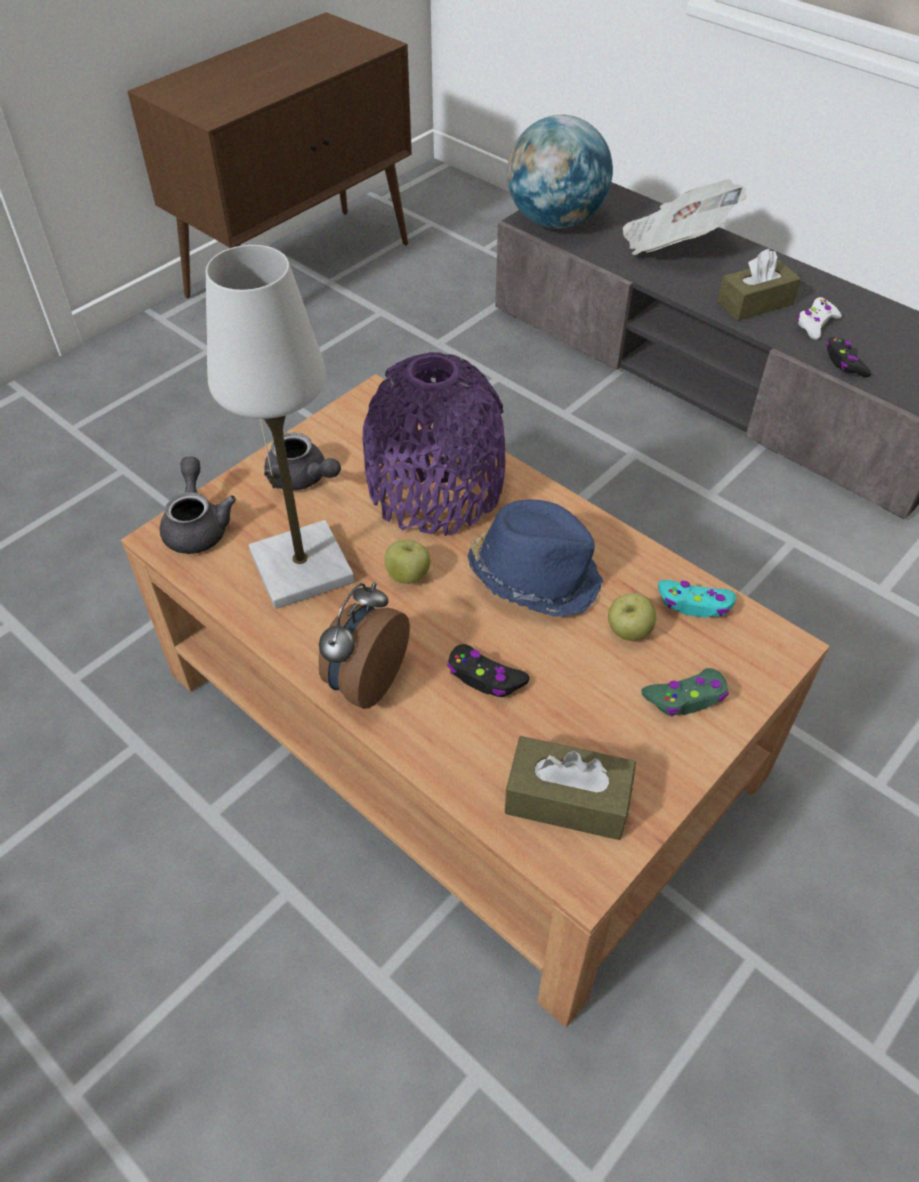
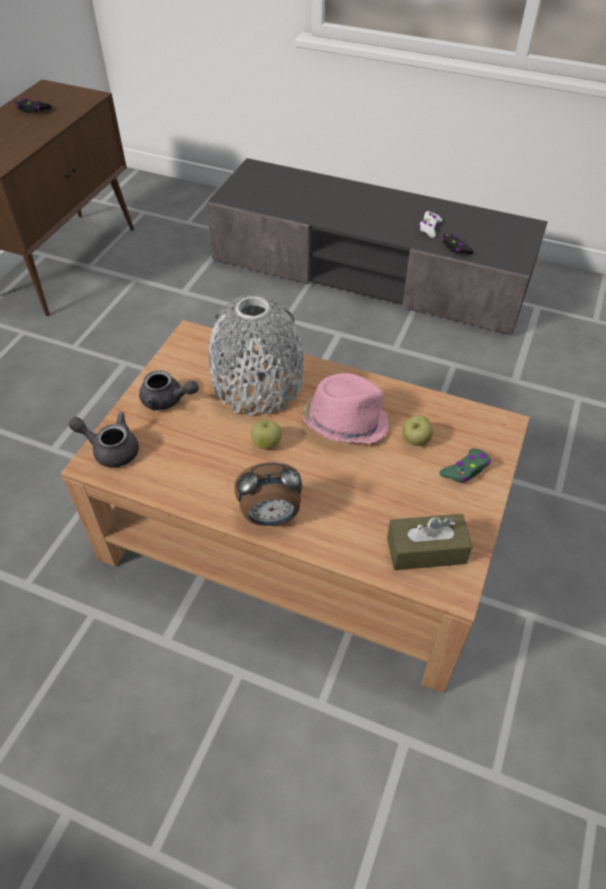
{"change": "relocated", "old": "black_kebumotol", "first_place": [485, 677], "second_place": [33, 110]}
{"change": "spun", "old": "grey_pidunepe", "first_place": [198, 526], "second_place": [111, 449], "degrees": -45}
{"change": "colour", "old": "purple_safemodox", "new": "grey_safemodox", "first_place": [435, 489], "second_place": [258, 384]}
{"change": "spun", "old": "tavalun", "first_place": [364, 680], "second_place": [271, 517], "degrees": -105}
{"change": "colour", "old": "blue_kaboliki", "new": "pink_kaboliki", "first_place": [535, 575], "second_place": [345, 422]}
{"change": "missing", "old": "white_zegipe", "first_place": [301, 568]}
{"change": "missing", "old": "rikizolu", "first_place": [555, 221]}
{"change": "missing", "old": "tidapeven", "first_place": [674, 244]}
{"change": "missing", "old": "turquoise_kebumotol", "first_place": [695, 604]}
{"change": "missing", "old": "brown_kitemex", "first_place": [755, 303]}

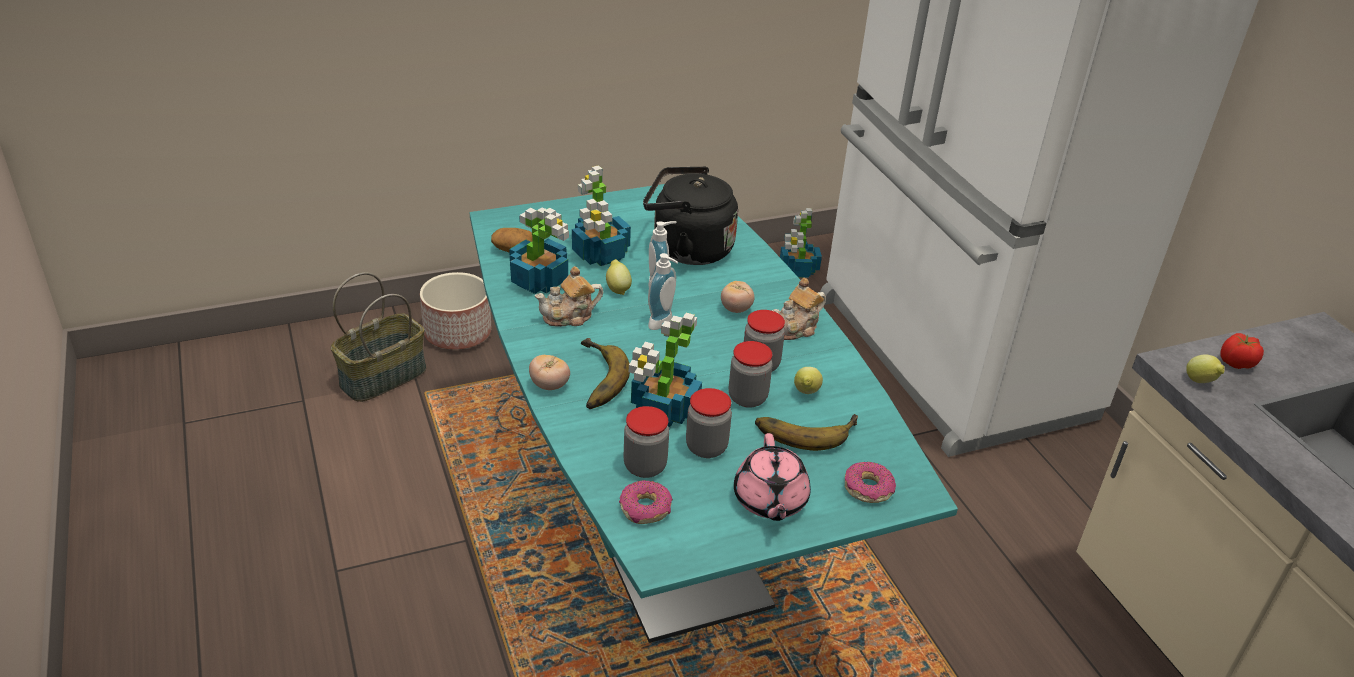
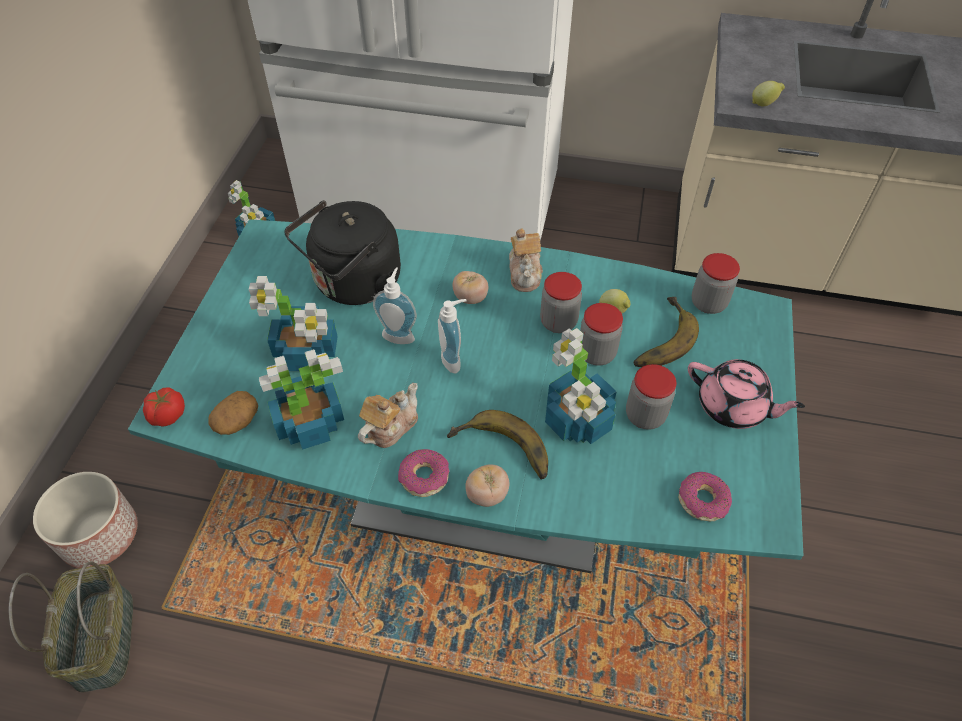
{"change": "relocated", "old": "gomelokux", "first_place": [1236, 363], "second_place": [168, 416]}
{"change": "spun", "old": "pidunepe", "first_place": [569, 317], "second_place": [390, 426], "degrees": -150}
{"change": "relocated", "old": "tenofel", "first_place": [868, 488], "second_place": [424, 477]}
{"change": "relocated", "old": "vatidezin", "first_place": [645, 466], "second_place": [708, 303]}
{"change": "missing", "old": "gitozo", "first_place": [617, 289]}

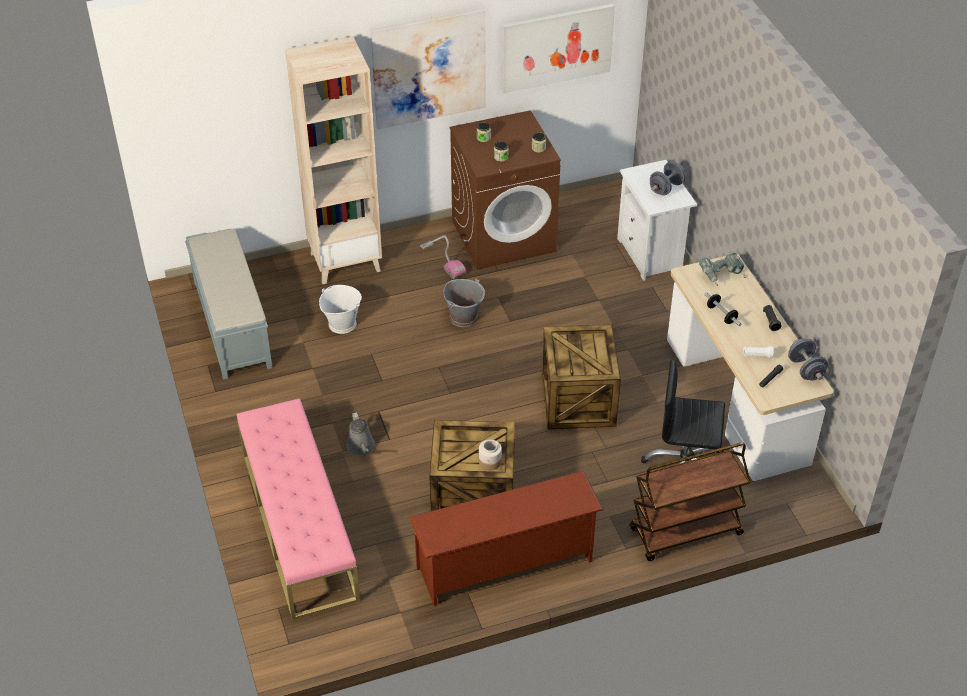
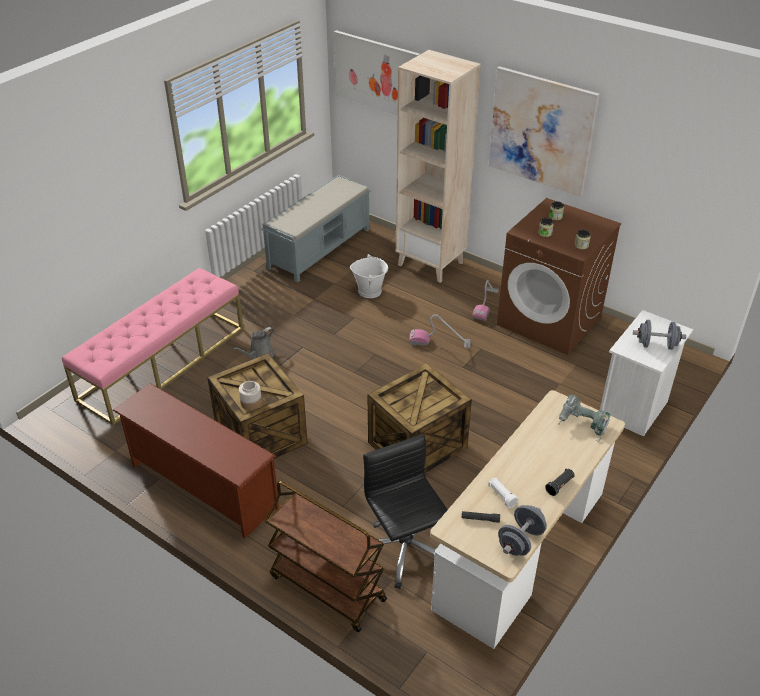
{"change": "relocated", "old": "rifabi", "first_place": [556, 47], "second_place": [377, 75]}
{"change": "exchanged", "old": "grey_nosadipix", "new": "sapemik", "first_place": [464, 317], "second_place": [439, 342]}
{"change": "missing", "old": "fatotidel", "first_place": [721, 315]}

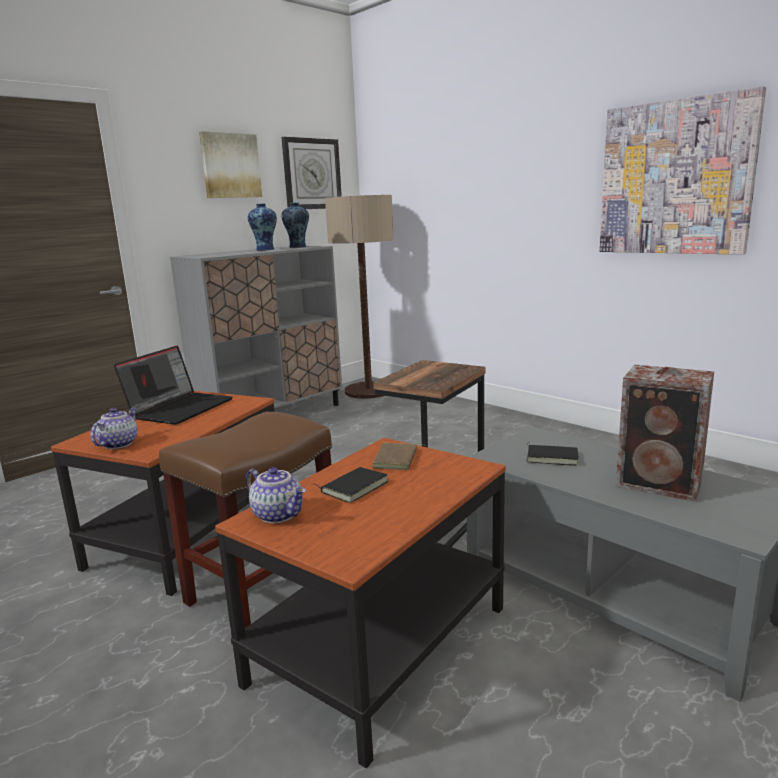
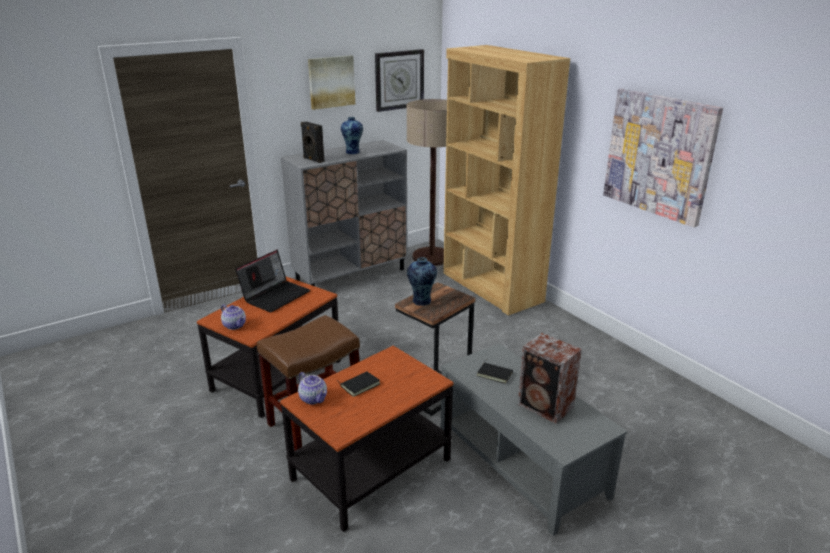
{"change": "spun", "old": "pidunepe", "first_place": [118, 444], "second_place": [235, 325], "degrees": 105}
{"change": "appeared", "new": "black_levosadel", "second_place": [313, 160]}
{"change": "relocated", "old": "safemodox", "first_place": [297, 247], "second_place": [421, 301]}
{"change": "appeared", "new": "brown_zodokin", "second_place": [491, 287]}
{"change": "missing", "old": "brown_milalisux", "first_place": [397, 460]}

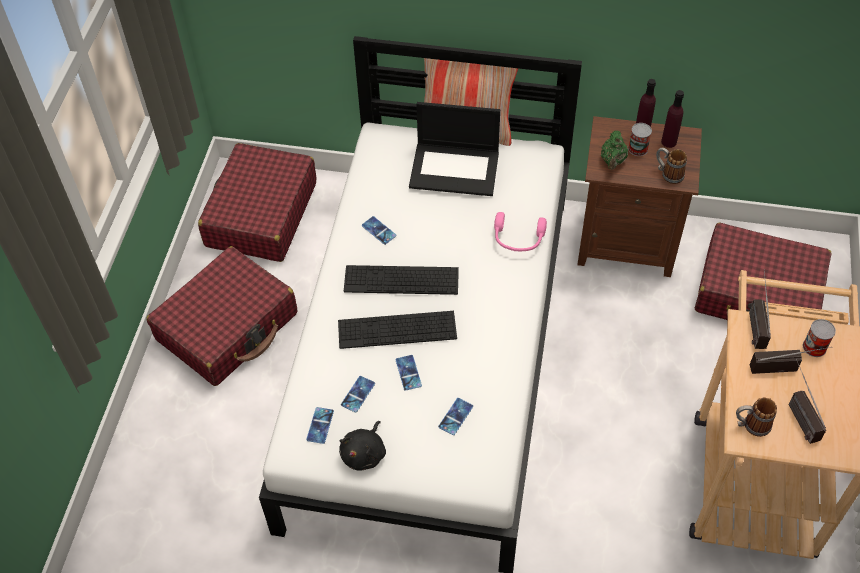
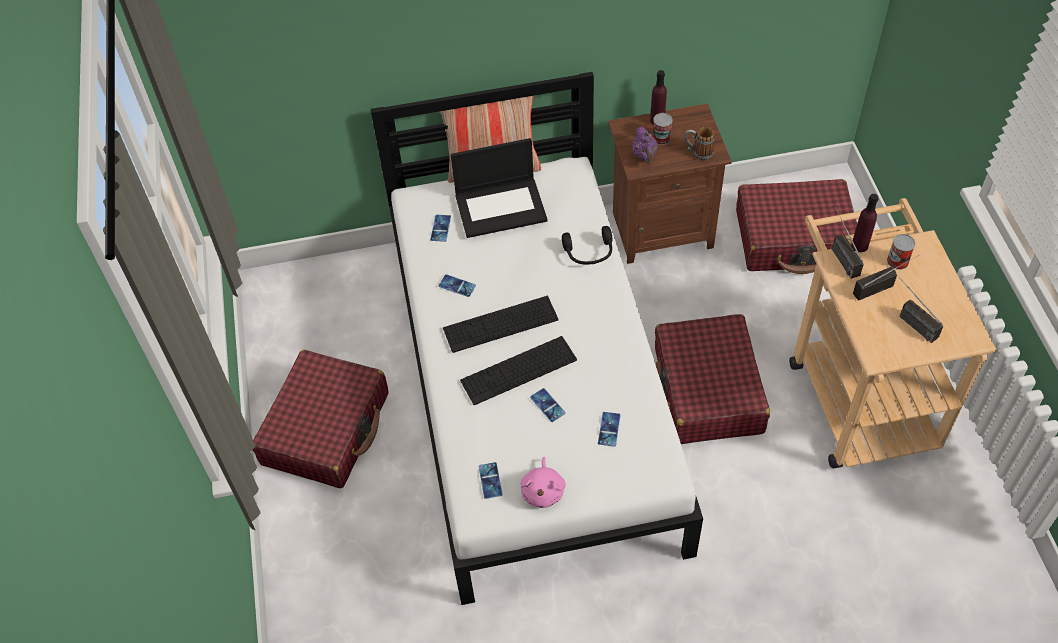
{"change": "relocated", "old": "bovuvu", "first_place": [358, 394], "second_place": [440, 228]}
{"change": "colour", "old": "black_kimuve", "new": "pink_kimuve", "first_place": [364, 453], "second_place": [543, 491]}
{"change": "colour", "old": "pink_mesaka", "new": "black_mesaka", "first_place": [518, 239], "second_place": [589, 253]}
{"change": "colour", "old": "green_pidunepe", "new": "purple_pidunepe", "first_place": [613, 161], "second_place": [644, 156]}
{"change": "relocated", "old": "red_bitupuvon", "first_place": [261, 214], "second_place": [707, 391]}
{"change": "relocated", "old": "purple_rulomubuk", "first_place": [669, 142], "second_place": [859, 245]}
{"change": "missing", "old": "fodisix", "first_place": [751, 425]}

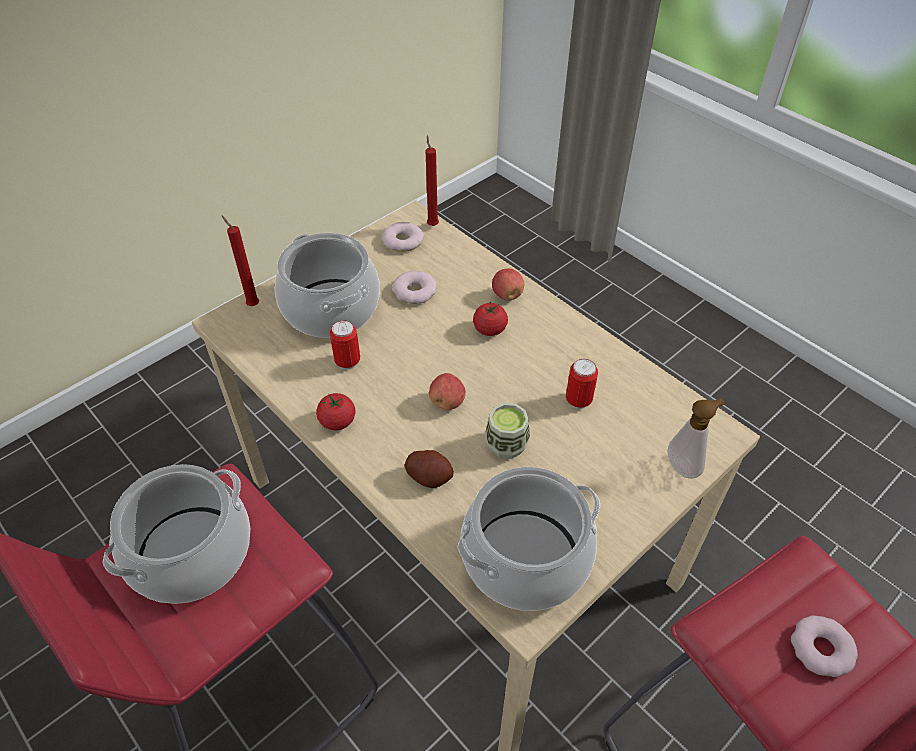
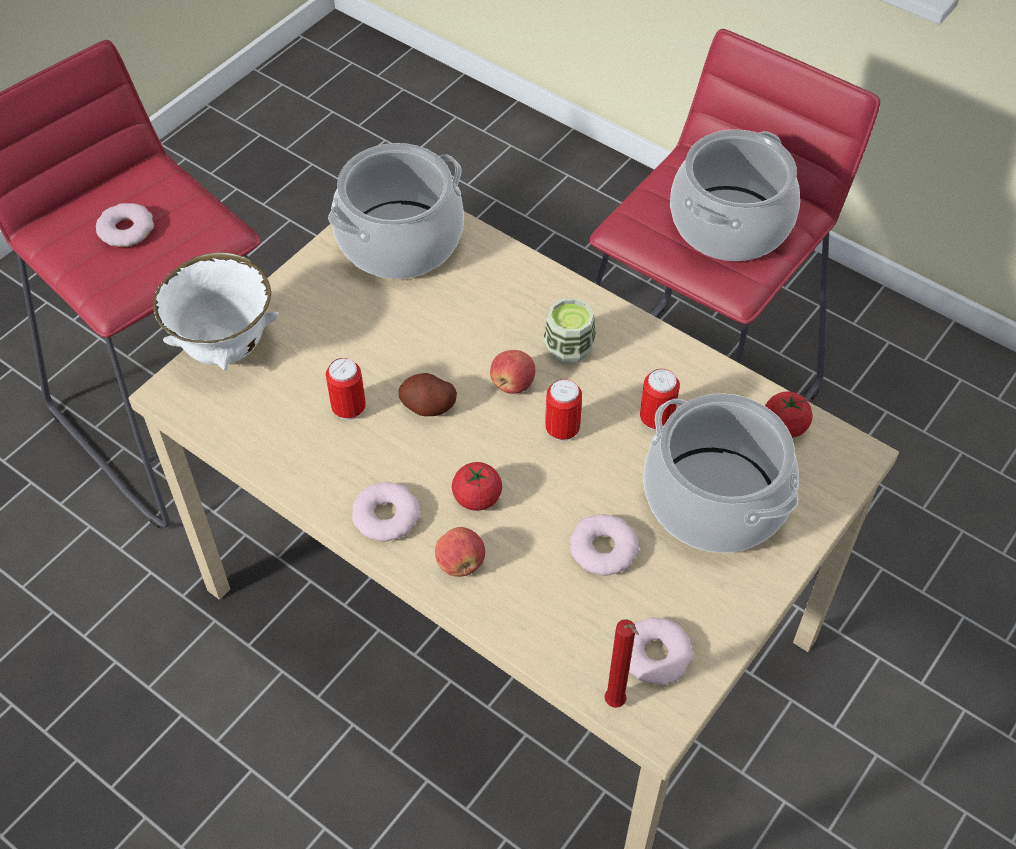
{"change": "exchanged", "old": "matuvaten", "new": "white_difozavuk", "first_place": [685, 466], "second_place": [226, 348]}
{"change": "appeared", "new": "tenofel", "second_place": [385, 516]}
{"change": "relocated", "old": "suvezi", "first_place": [429, 477], "second_place": [428, 406]}
{"change": "relocated", "old": "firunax", "first_place": [506, 445], "second_place": [568, 348]}
{"change": "appeared", "new": "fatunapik", "second_place": [562, 430]}
{"change": "relocated", "old": "gomelokux", "first_place": [337, 421], "second_place": [784, 426]}
{"change": "missing", "old": "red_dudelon", "first_place": [252, 304]}

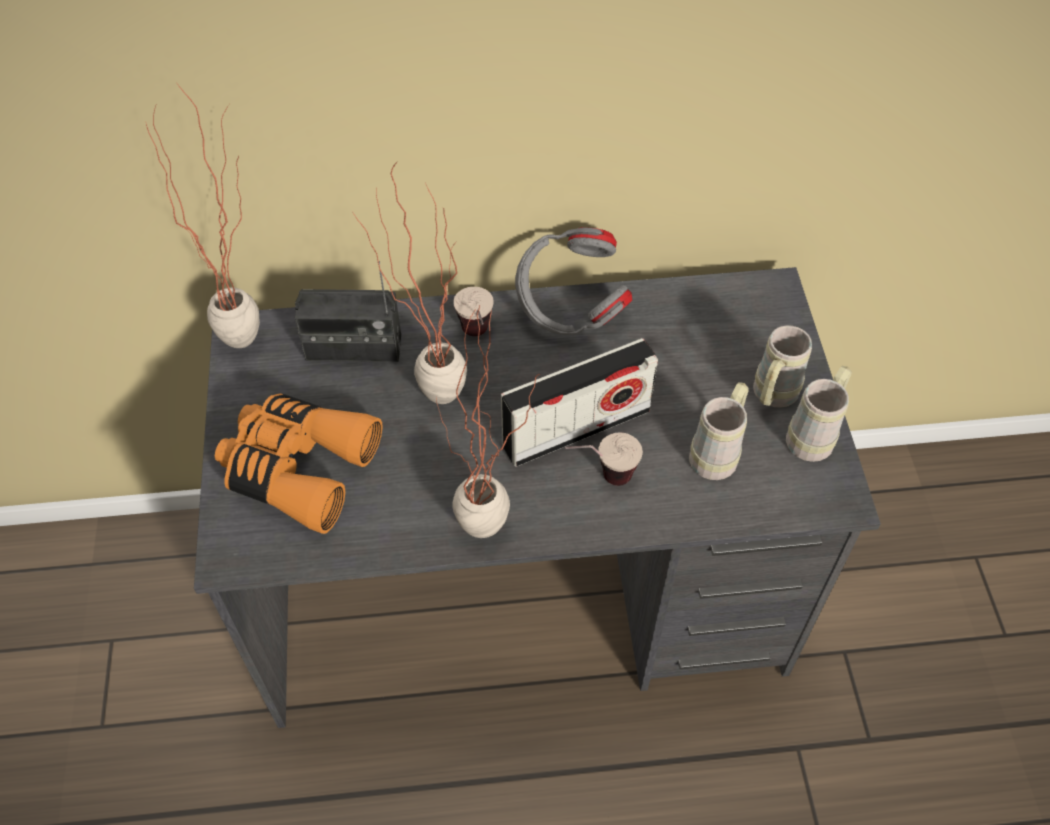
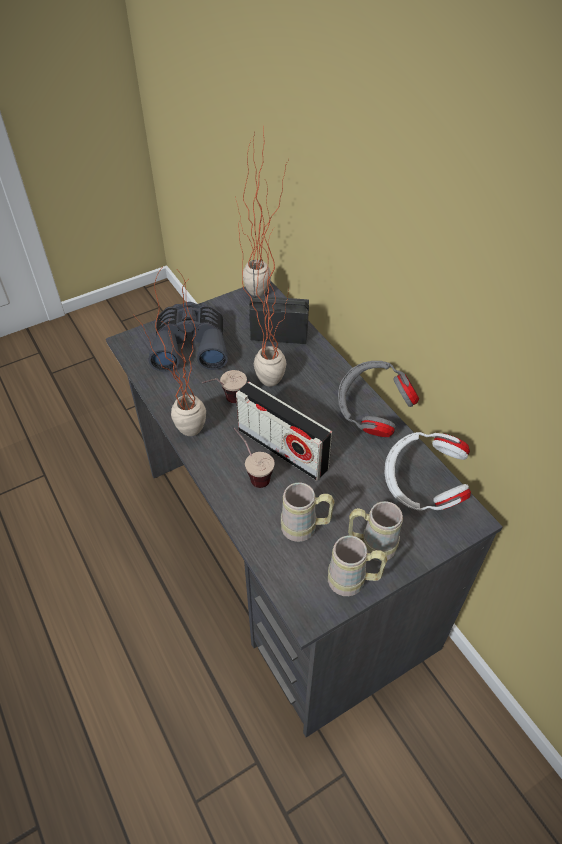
{"change": "colour", "old": "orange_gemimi", "new": "grey_gemimi", "first_place": [298, 468], "second_place": [191, 345]}
{"change": "relocated", "old": "firunax", "first_place": [477, 339], "second_place": [226, 402]}
{"change": "spun", "old": "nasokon", "first_place": [353, 348], "second_place": [279, 335], "degrees": 120}
{"change": "appeared", "new": "white_mesaka", "second_place": [422, 488]}

